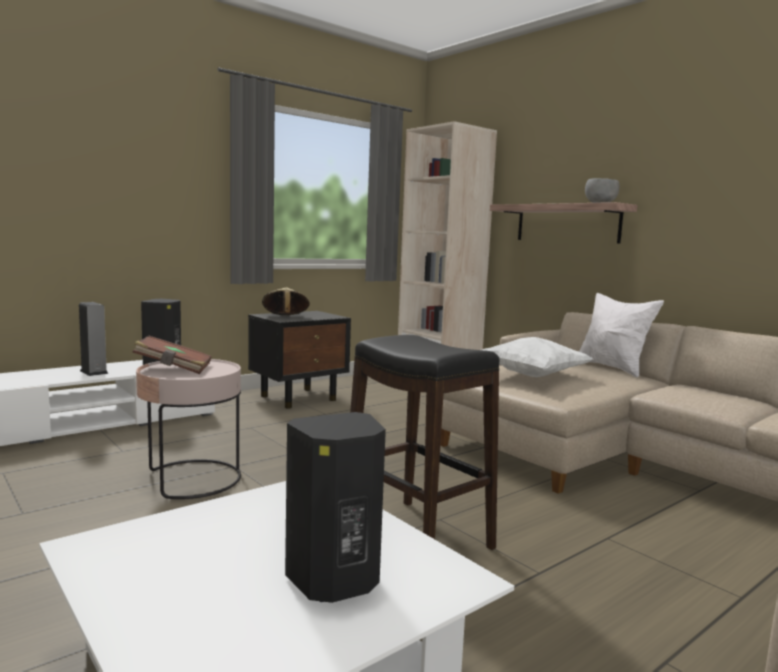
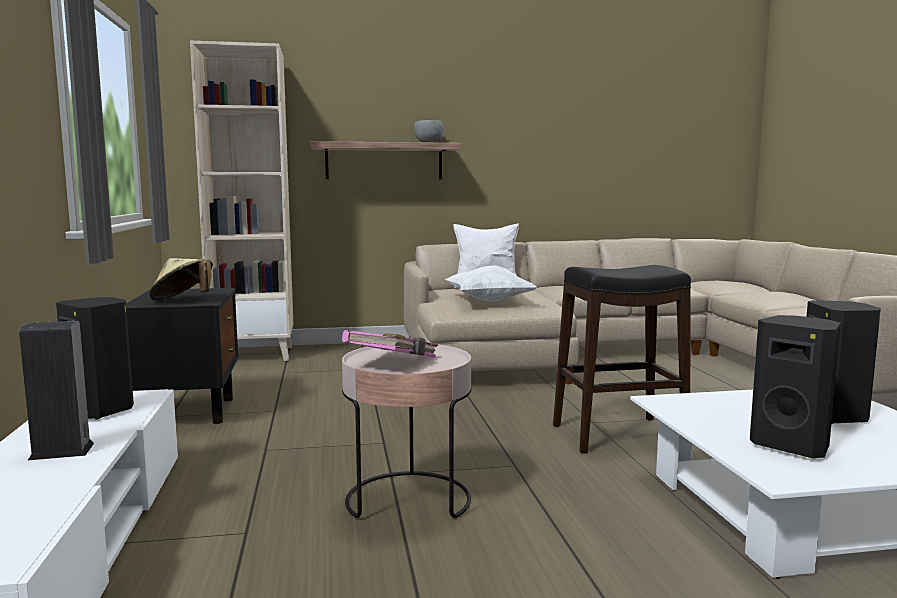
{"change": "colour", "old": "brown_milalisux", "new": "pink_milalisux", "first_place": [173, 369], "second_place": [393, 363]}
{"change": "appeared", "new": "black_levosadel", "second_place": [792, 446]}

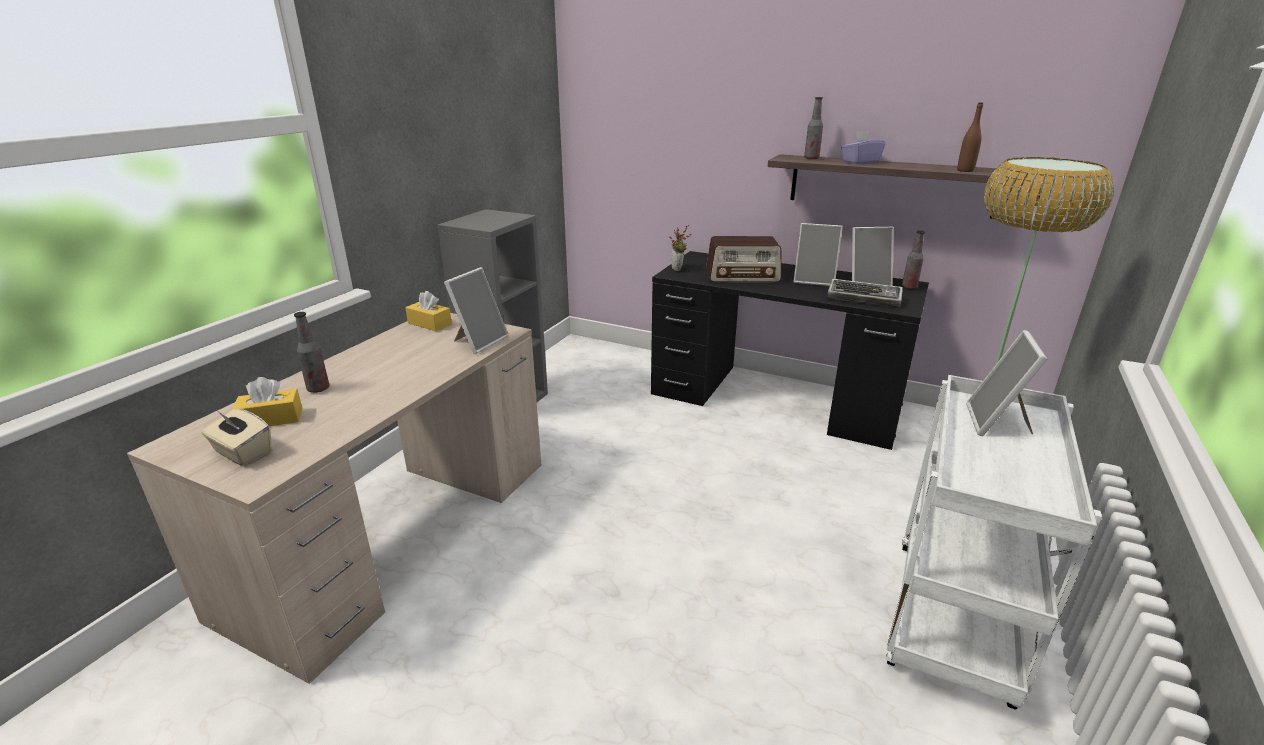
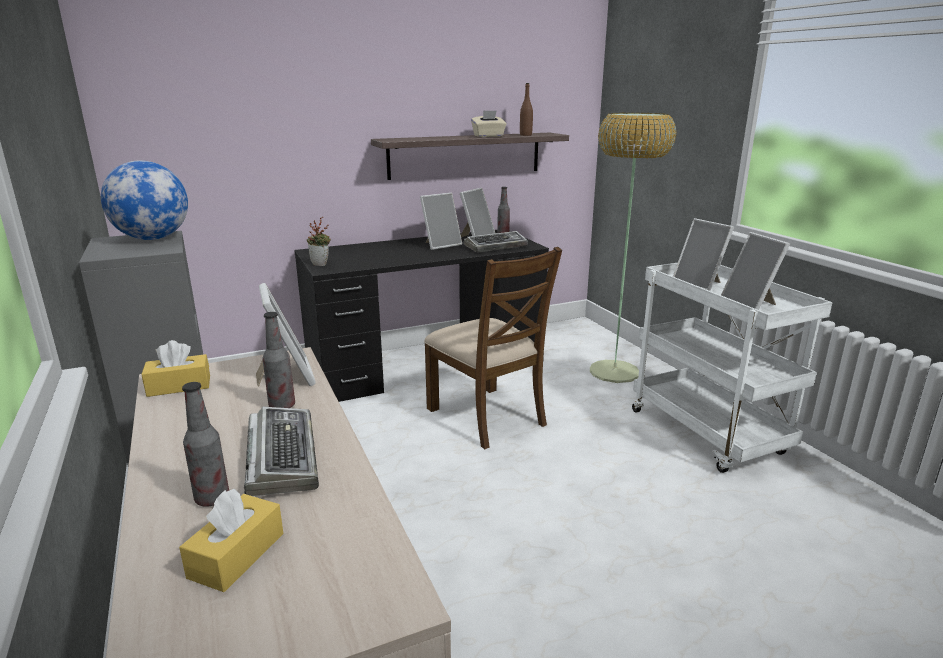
{"change": "appeared", "new": "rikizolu", "second_place": [152, 239]}
{"change": "appeared", "new": "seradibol", "second_place": [281, 457]}
{"change": "relocated", "old": "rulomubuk", "first_place": [811, 158], "second_place": [282, 406]}
{"change": "appeared", "new": "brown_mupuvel", "second_place": [487, 416]}
{"change": "relocated", "old": "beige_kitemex", "first_place": [242, 452], "second_place": [488, 136]}
{"change": "appeared", "new": "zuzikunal", "second_place": [750, 304]}
{"change": "missing", "old": "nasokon", "first_place": [743, 276]}
{"change": "missing", "old": "purple_kitemex", "first_place": [860, 162]}

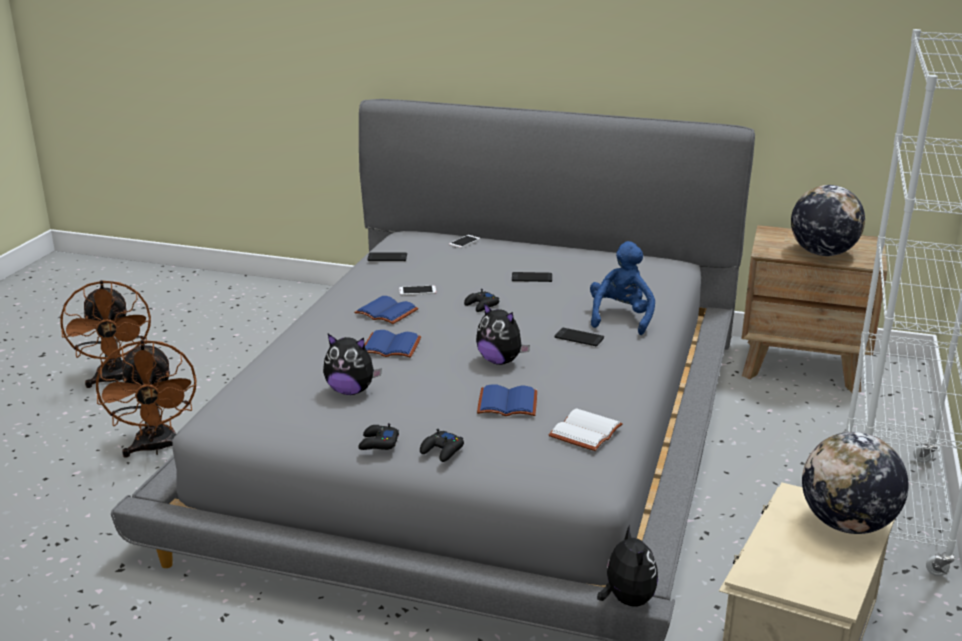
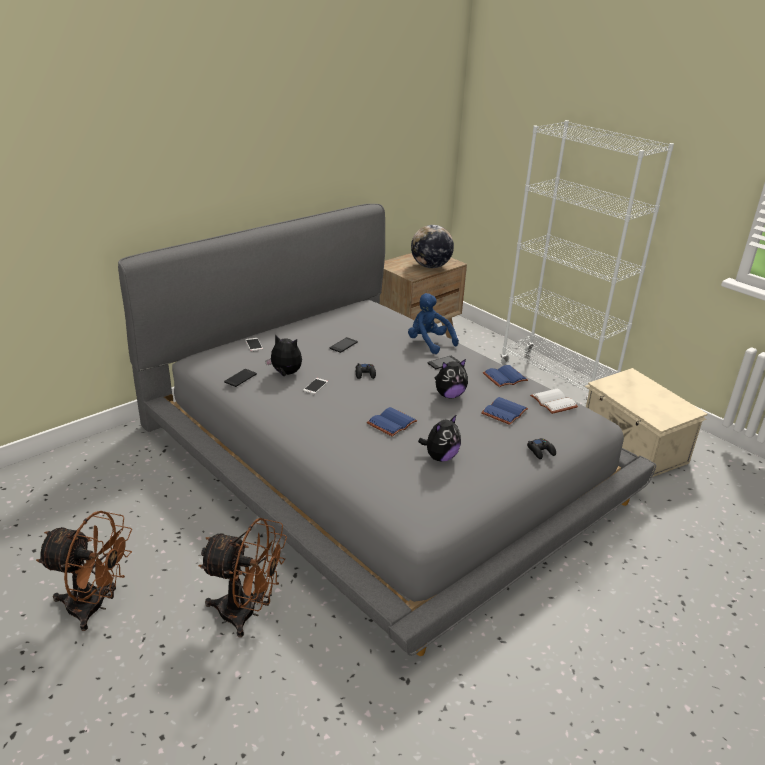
{"change": "relocated", "old": "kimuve", "first_place": [626, 600], "second_place": [285, 374]}
{"change": "relocated", "old": "blue_milalisux", "first_place": [388, 312], "second_place": [504, 377]}
{"change": "missing", "old": "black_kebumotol", "first_place": [378, 443]}
{"change": "missing", "old": "rikizolu", "first_place": [847, 524]}

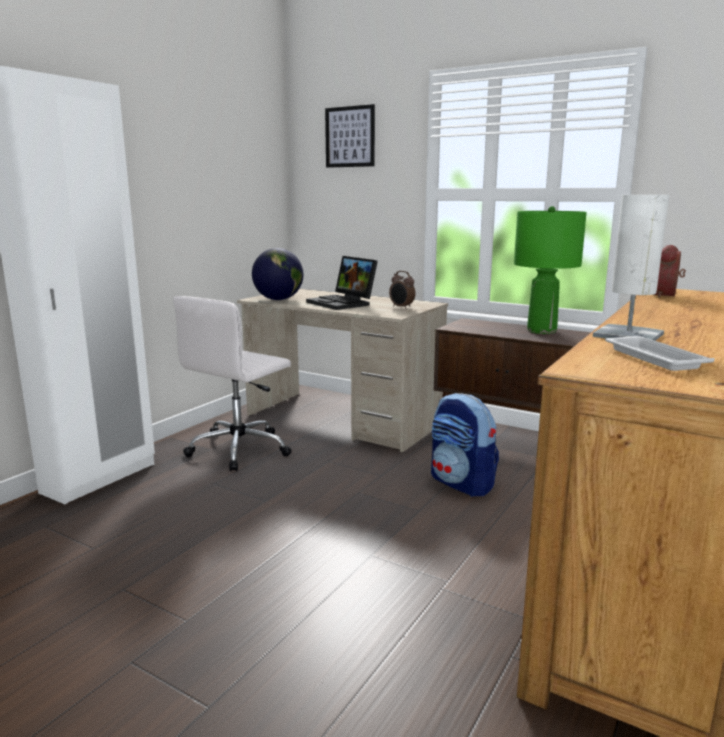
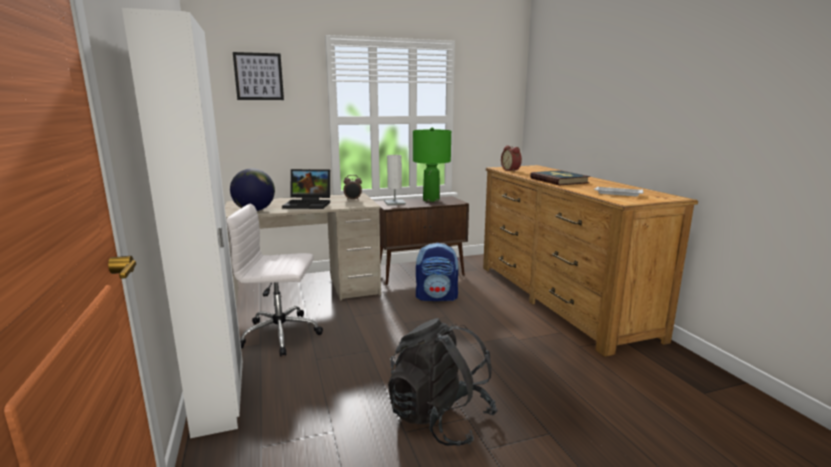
{"change": "spun", "old": "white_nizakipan", "first_place": [240, 449], "second_place": [282, 334], "degrees": 105}
{"change": "relocated", "old": "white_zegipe", "first_place": [628, 335], "second_place": [394, 202]}
{"change": "appeared", "new": "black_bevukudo", "second_place": [440, 418]}
{"change": "appeared", "new": "milalisux", "second_place": [559, 180]}

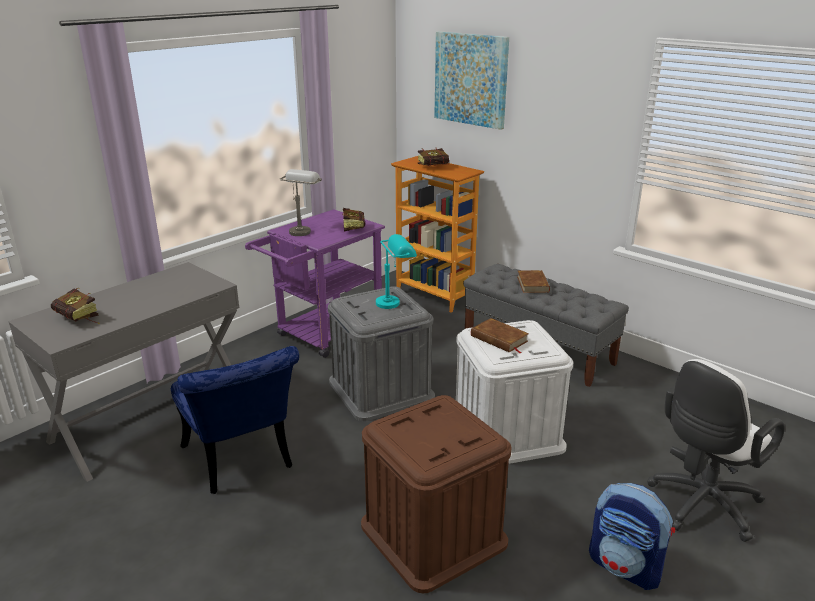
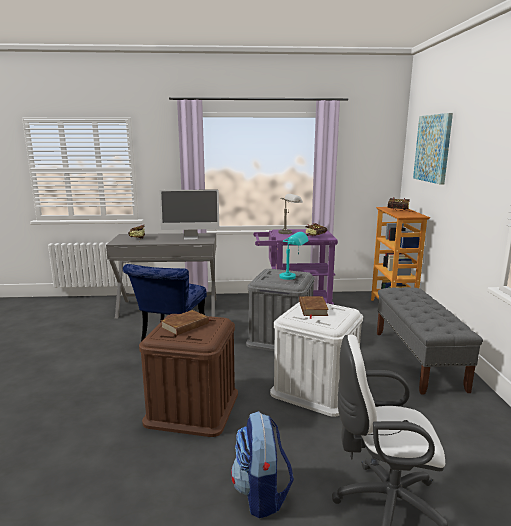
{"change": "appeared", "new": "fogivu", "second_place": [191, 237]}
{"change": "relocated", "old": "brown_milalisux", "first_place": [533, 284], "second_place": [185, 325]}

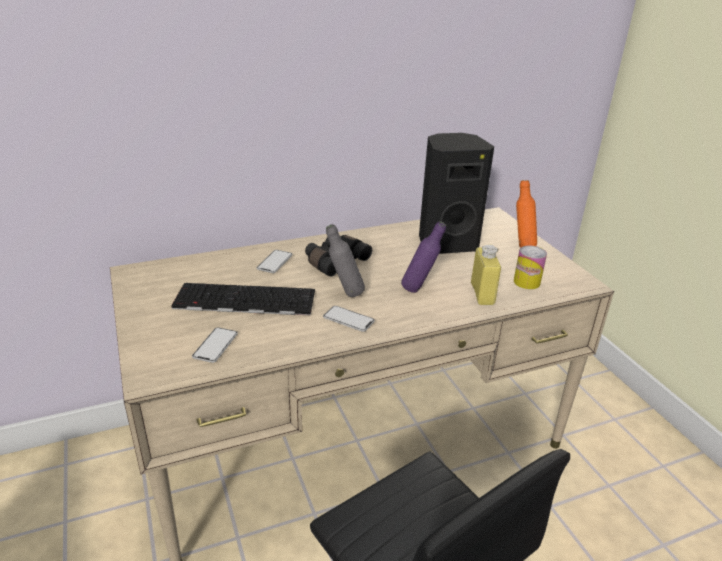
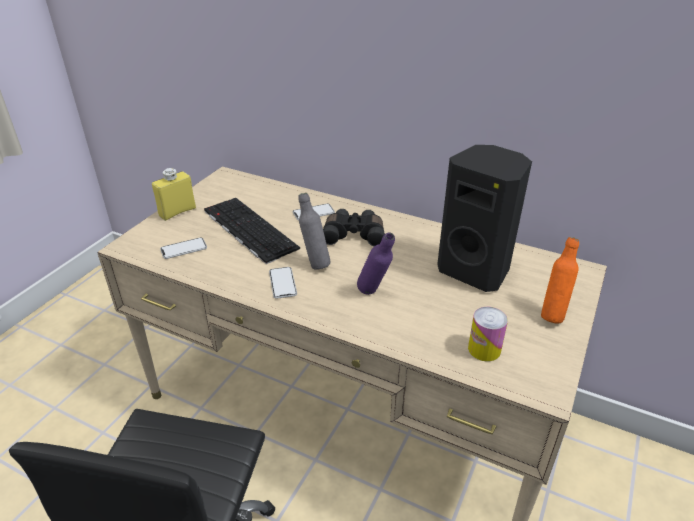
{"change": "relocated", "old": "yellow_rulomubuk", "first_place": [482, 294], "second_place": [177, 212]}

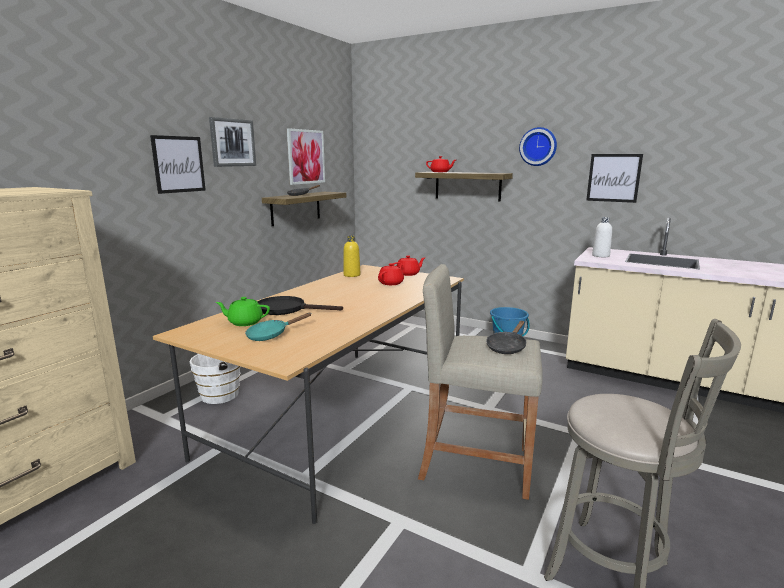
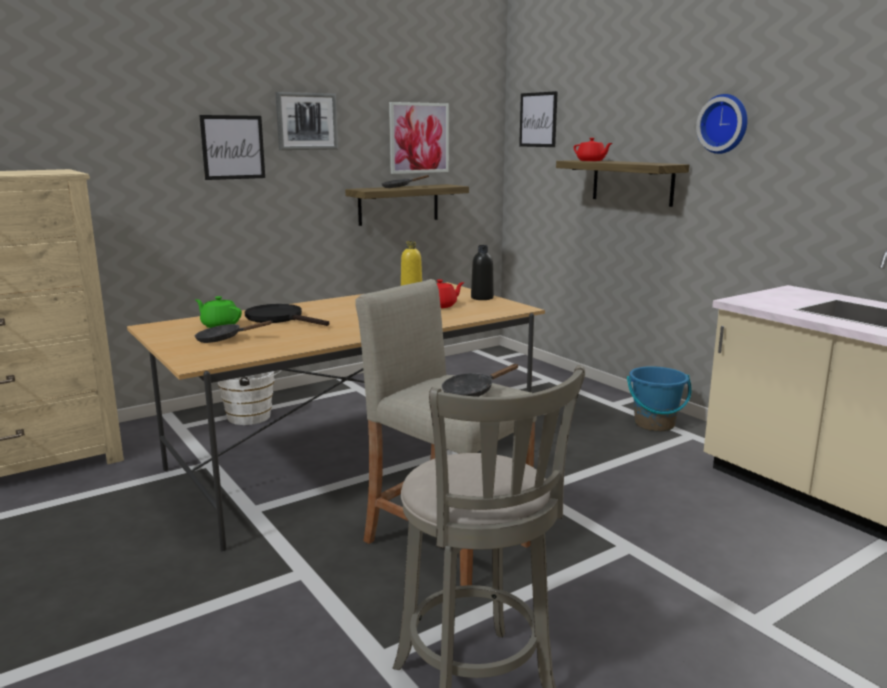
{"change": "colour", "old": "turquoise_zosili", "new": "black_zosili", "first_place": [271, 335], "second_place": [224, 339]}
{"change": "exchanged", "old": "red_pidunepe", "new": "black_rulomubuk", "first_place": [408, 274], "second_place": [482, 298]}
{"change": "relocated", "old": "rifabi", "first_place": [613, 178], "second_place": [538, 119]}
{"change": "missing", "old": "white_rulomubuk", "first_place": [600, 256]}

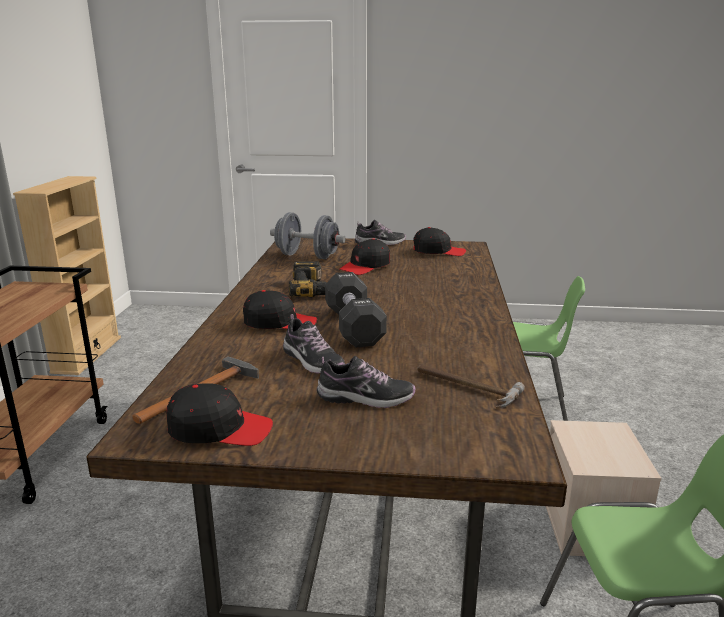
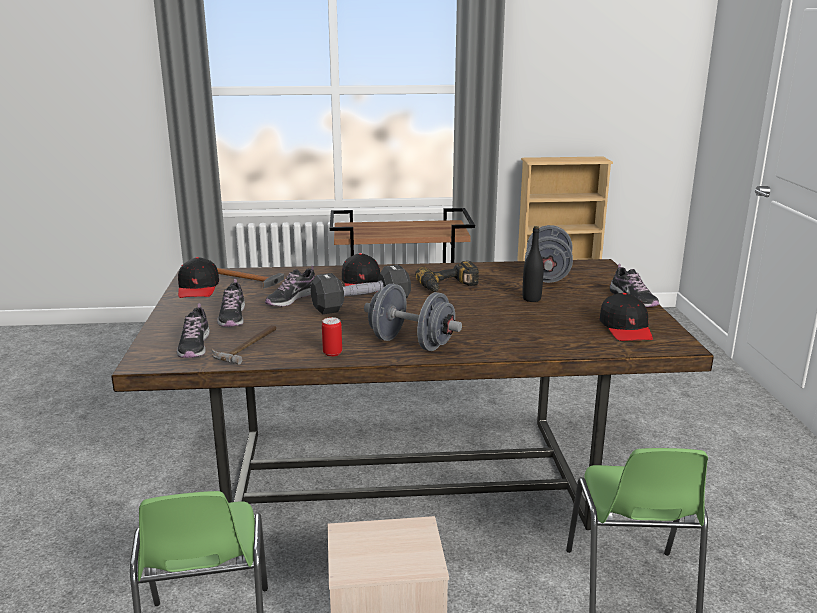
{"change": "appeared", "new": "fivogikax", "second_place": [194, 346]}
{"change": "appeared", "new": "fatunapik", "second_place": [332, 353]}
{"change": "appeared", "new": "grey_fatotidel", "second_place": [411, 343]}
{"change": "exchanged", "old": "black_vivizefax", "new": "black_rulomubuk", "first_place": [365, 266], "second_place": [531, 299]}

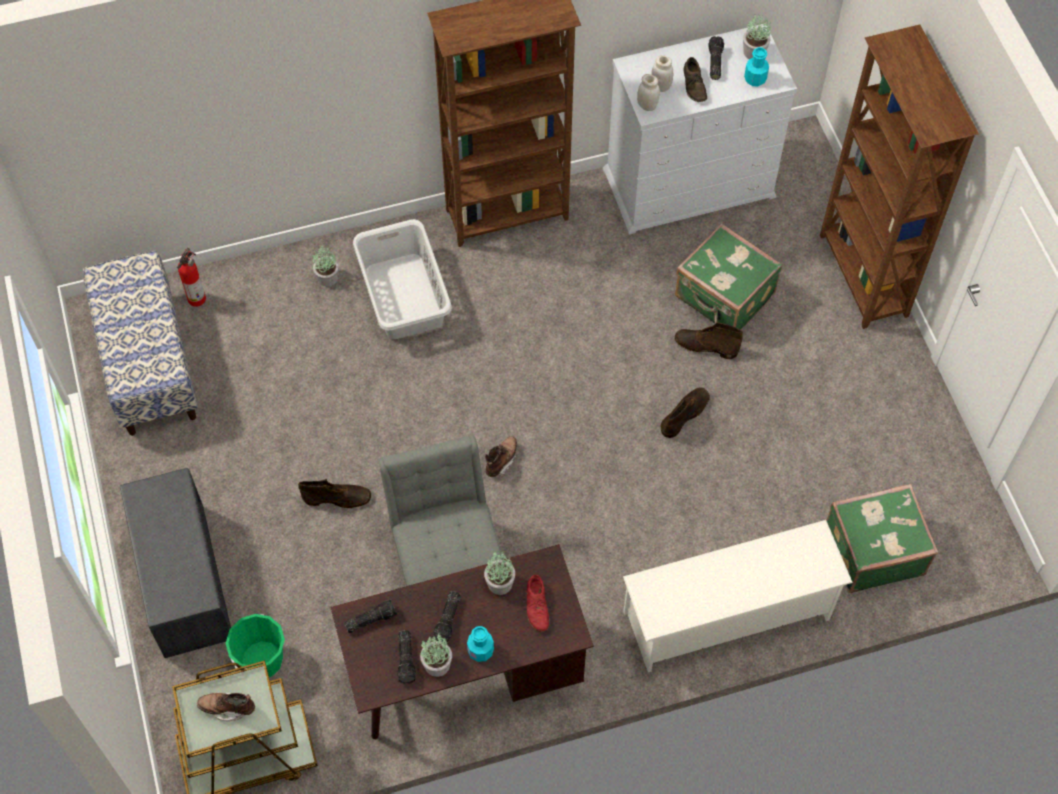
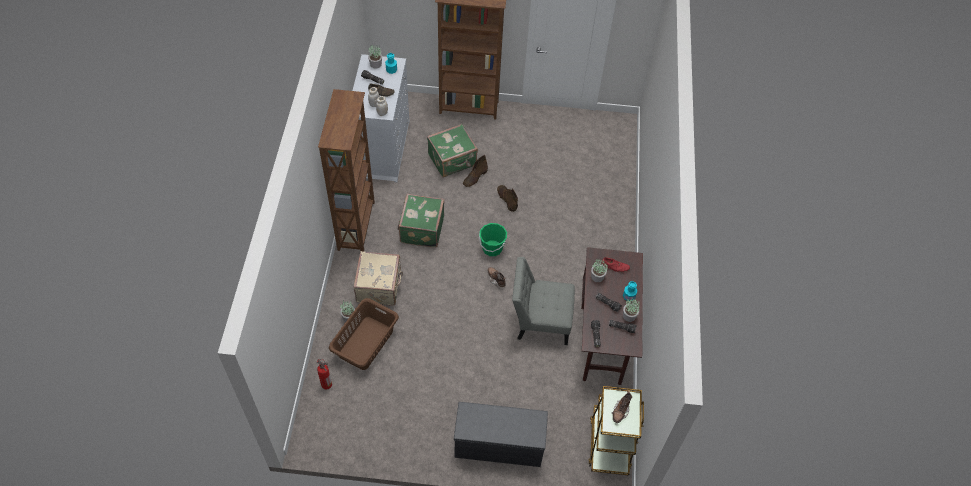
{"change": "appeared", "new": "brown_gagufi", "second_place": [366, 343]}
{"change": "exchanged", "old": "grey_gagufi", "new": "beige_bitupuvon", "first_place": [404, 295], "second_place": [379, 286]}
{"change": "relocated", "old": "green_bitupuvon", "first_place": [872, 550], "second_place": [421, 229]}
{"change": "relocated", "old": "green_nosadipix", "first_place": [262, 660], "second_place": [492, 248]}
{"change": "missing", "old": "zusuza", "first_place": [148, 363]}
{"change": "missing", "old": "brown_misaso", "first_place": [337, 498]}
{"change": "missing", "old": "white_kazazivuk", "first_place": [727, 616]}

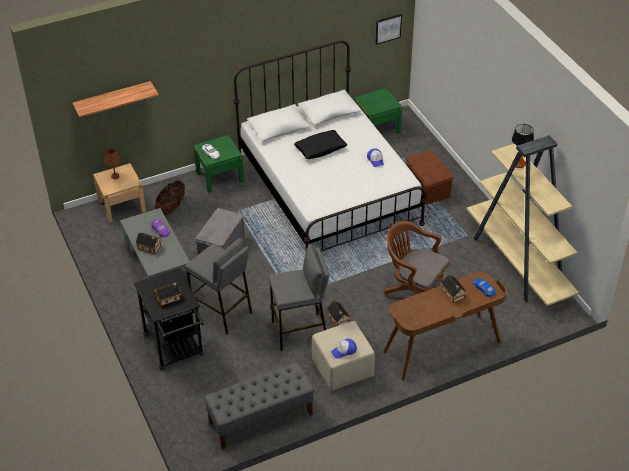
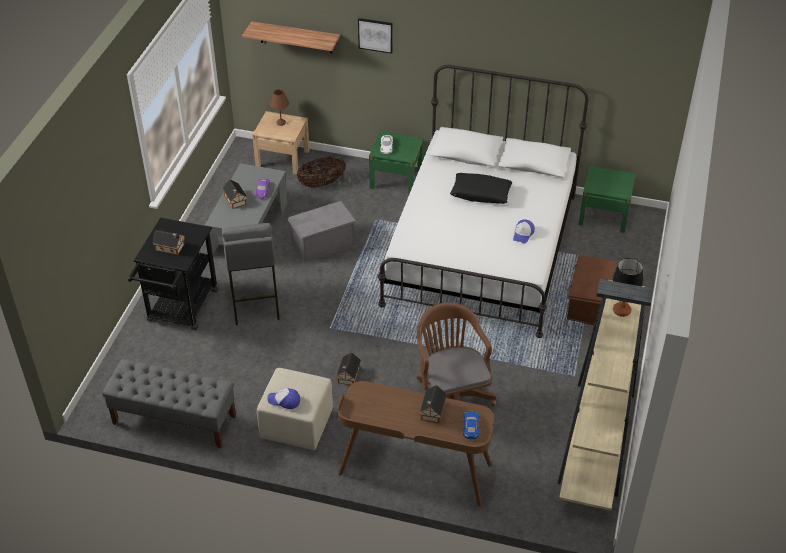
{"change": "relocated", "old": "rifabi", "first_place": [388, 28], "second_place": [375, 35]}
{"change": "missing", "old": "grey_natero", "first_place": [300, 331]}

